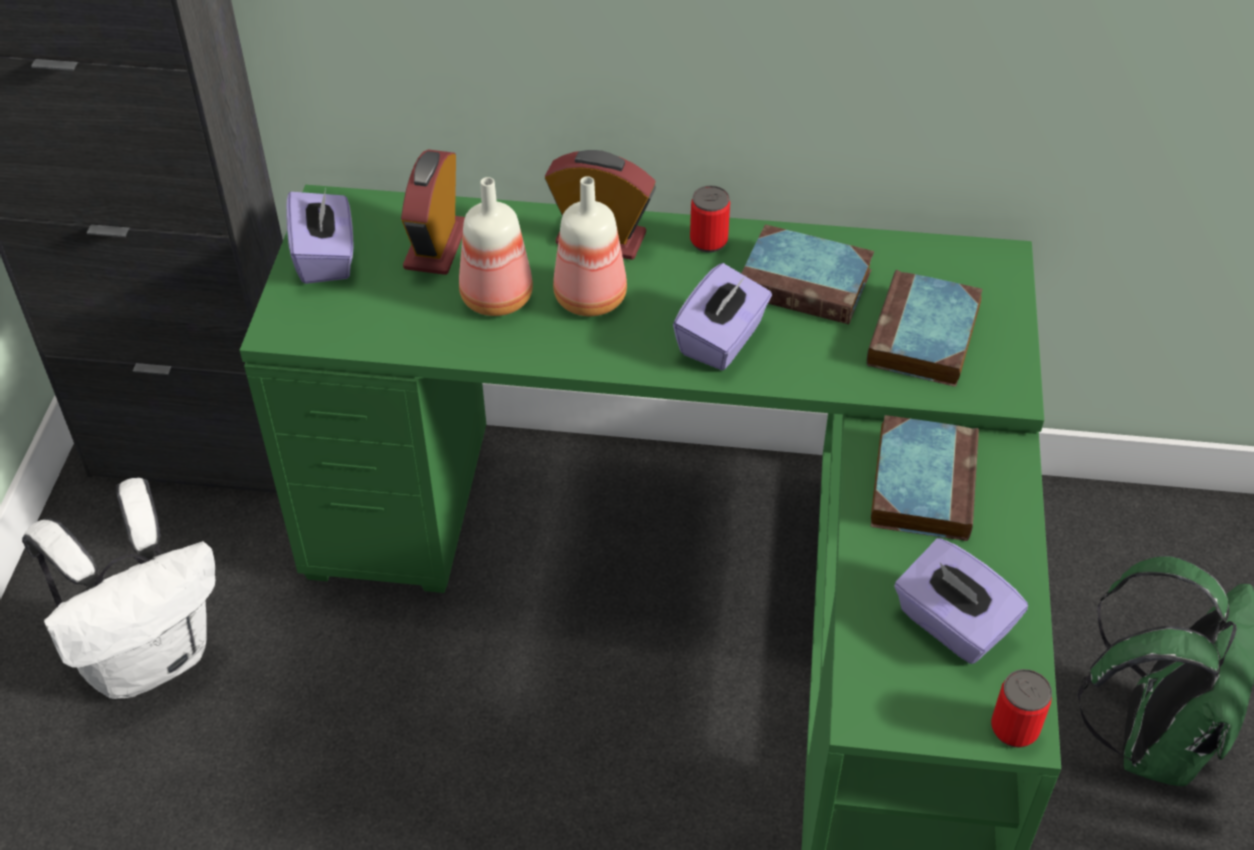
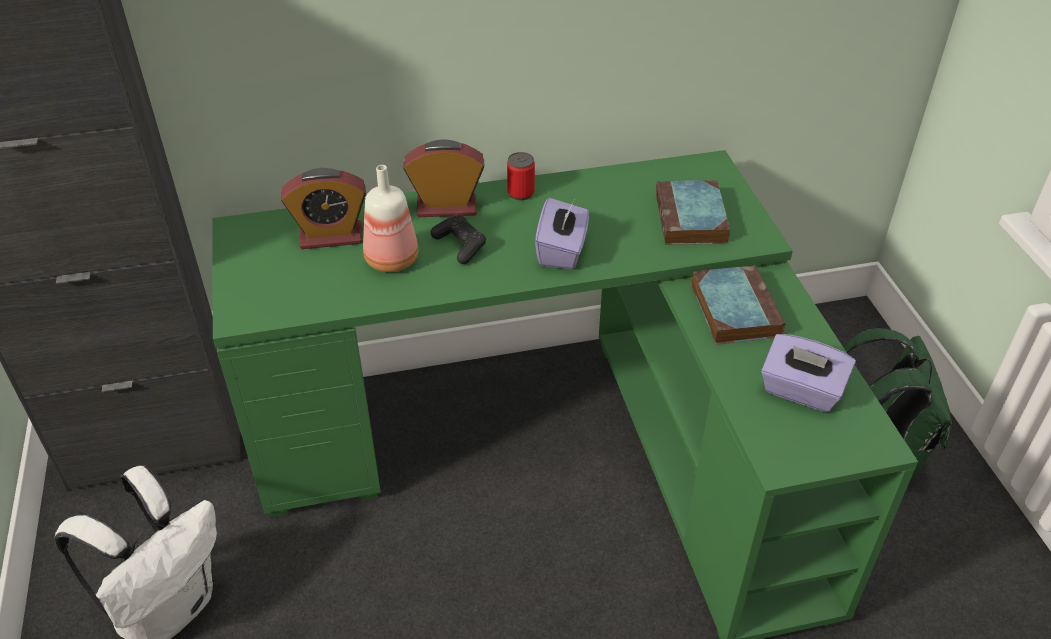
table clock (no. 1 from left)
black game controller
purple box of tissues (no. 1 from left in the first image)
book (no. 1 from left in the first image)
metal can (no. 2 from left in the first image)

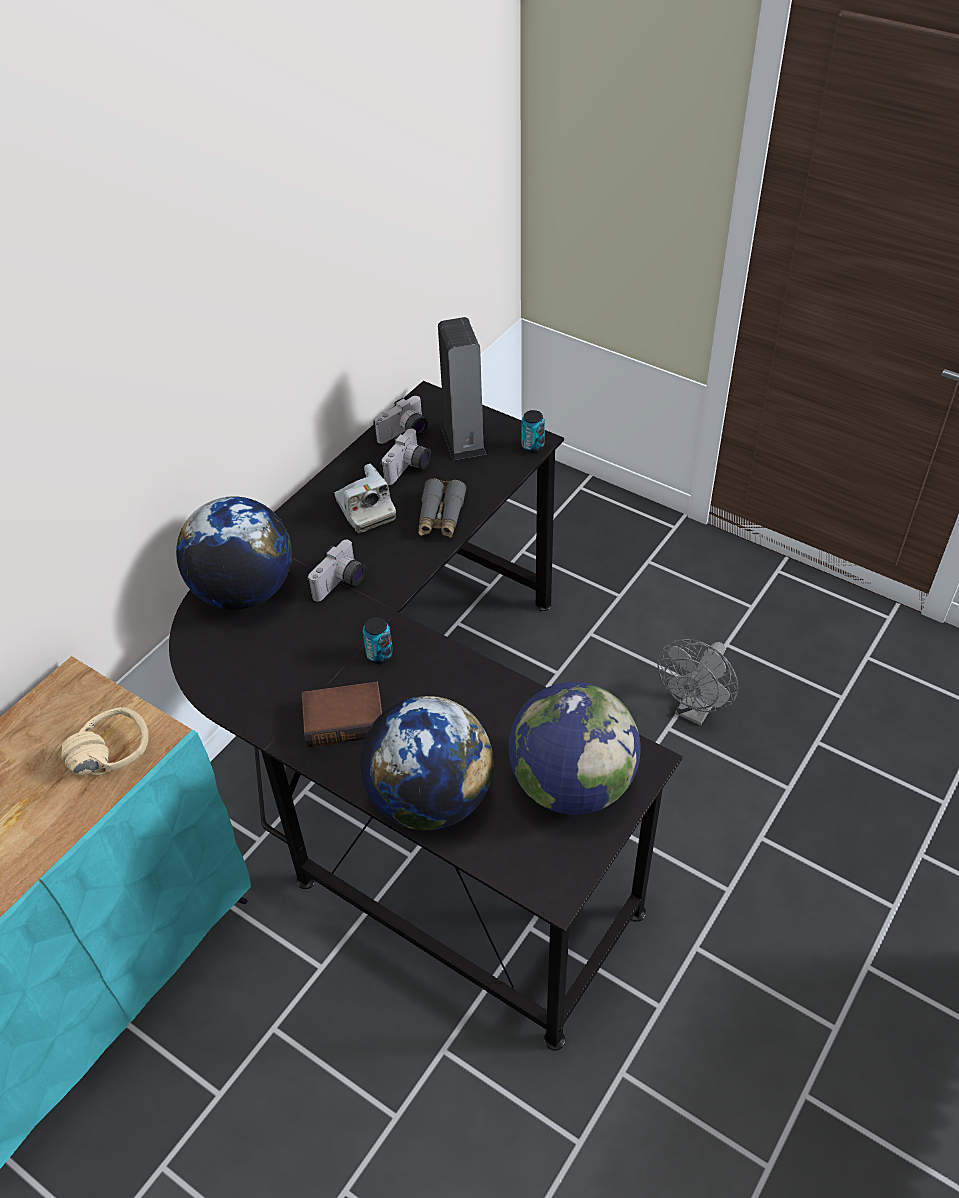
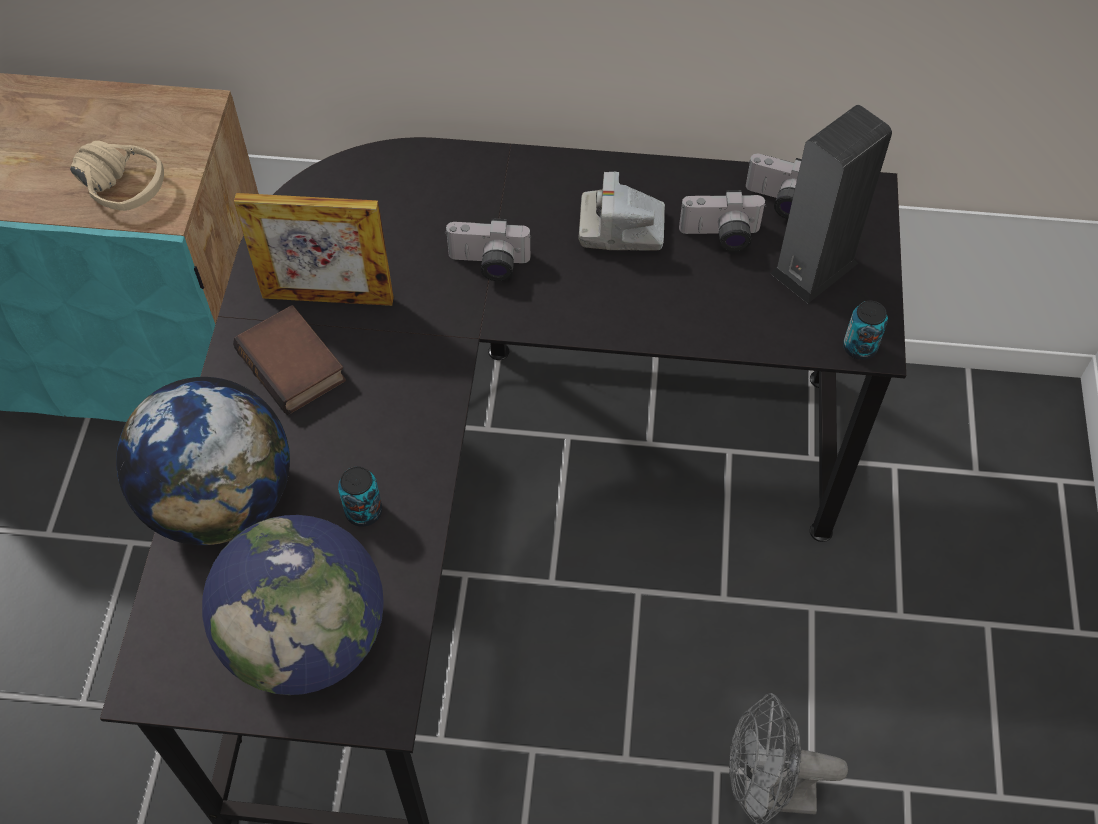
photo camera (no. 2 from left)
greyish binoculars
world globe (no. 1 from left in the first image)
metal can (no. 1 from left)
standing frame

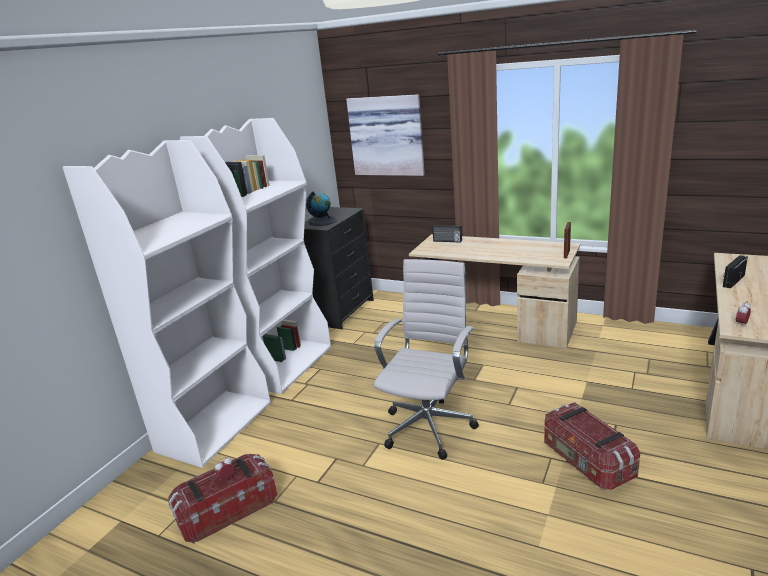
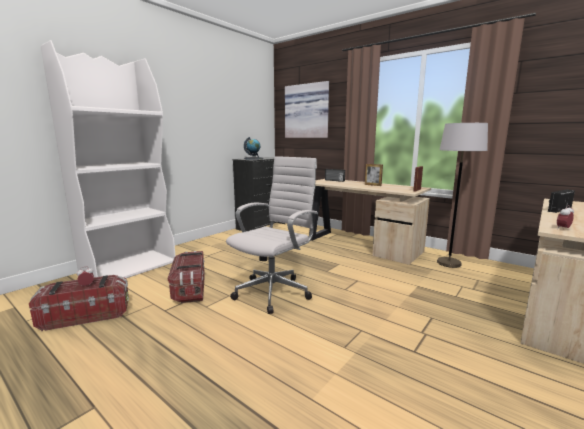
whitish shelving unit (no. 2 from left in the first image)
storage container (no. 2 from left)
greyish floor lamp
standing frame (no. 1 from left)

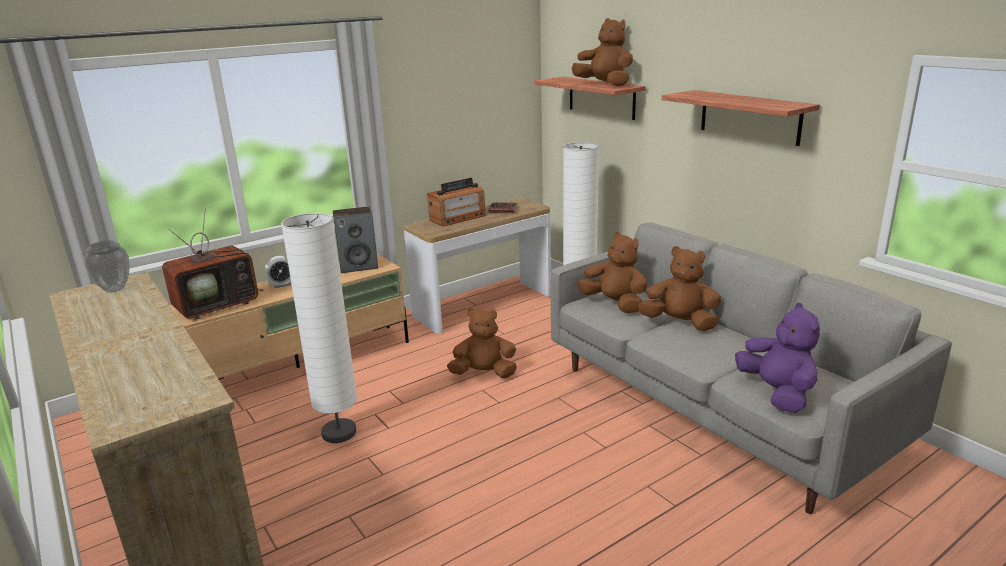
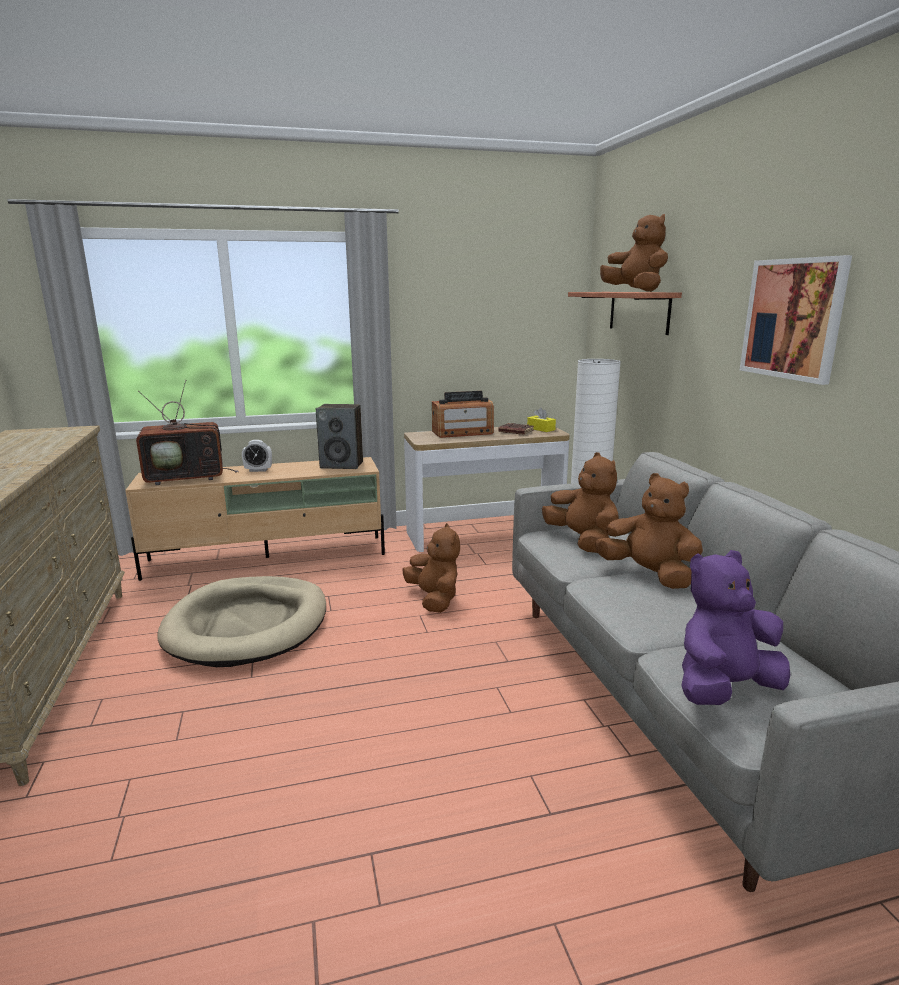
wall picture
sand-coloured dog bed
flower vase
purple soft toy
brown-coloured soft toy (no. 1 from left)
yellow box of tissues

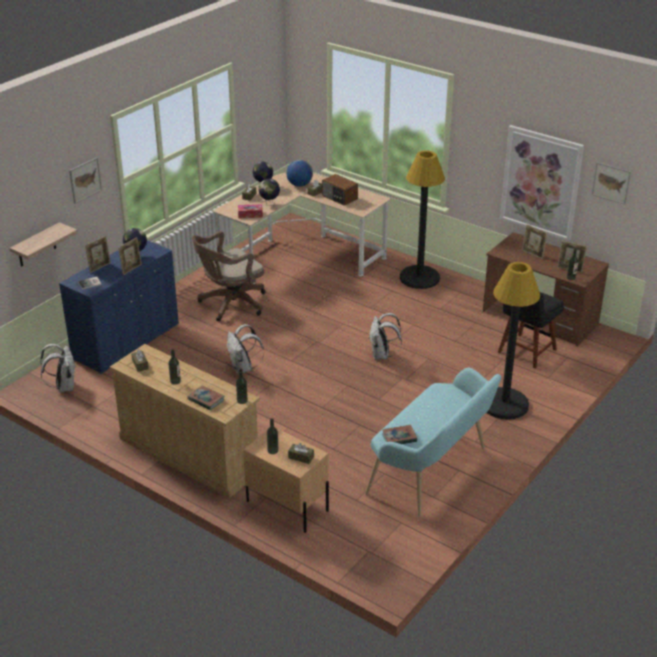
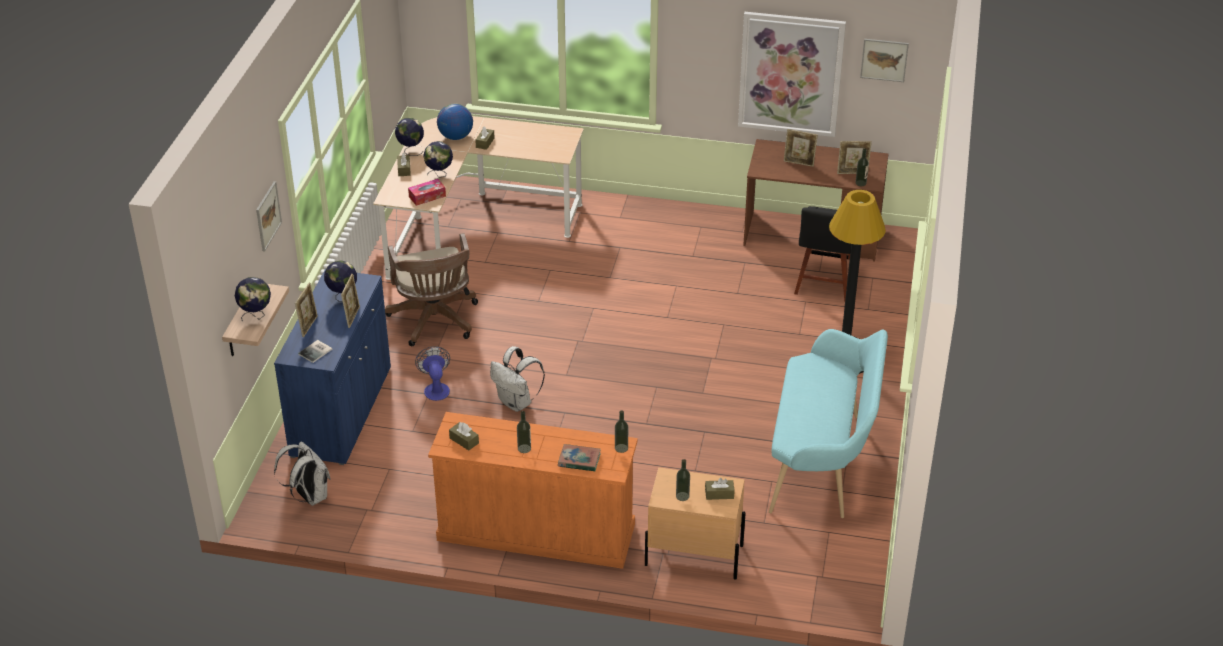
black floor lamp (no. 1 from left in the first image)
radio receiver
brown-coloured office chair
whitish rucksack (no. 3 from left in the first image)
orangey dresser
book (no. 3 from left in the first image)
world globe (no. 1 from left)
fan

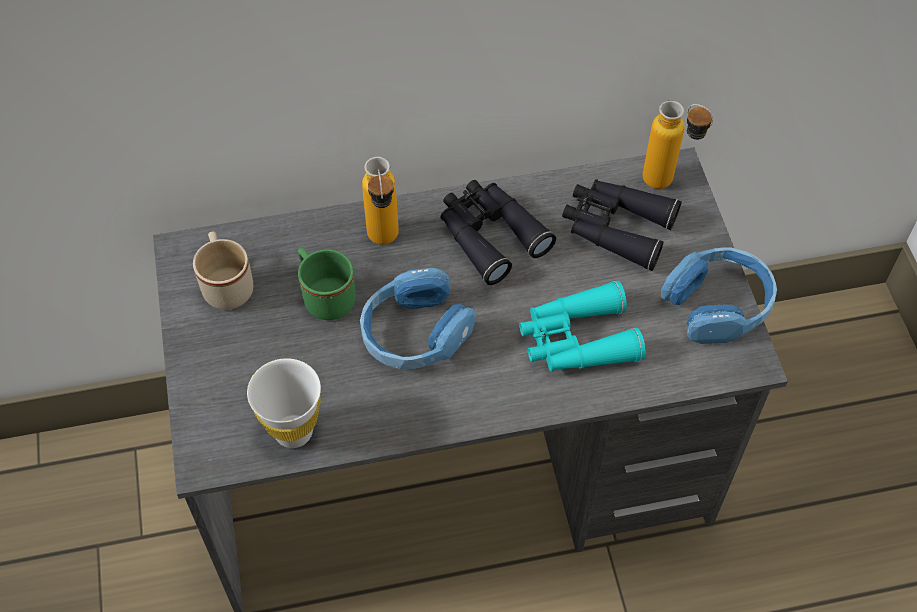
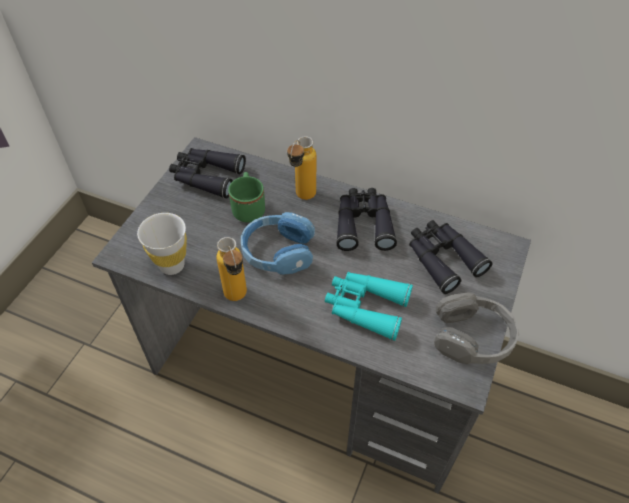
drink bottle (no. 1 from left)
black binoculars (no. 1 from left)
greyish pair of headphones

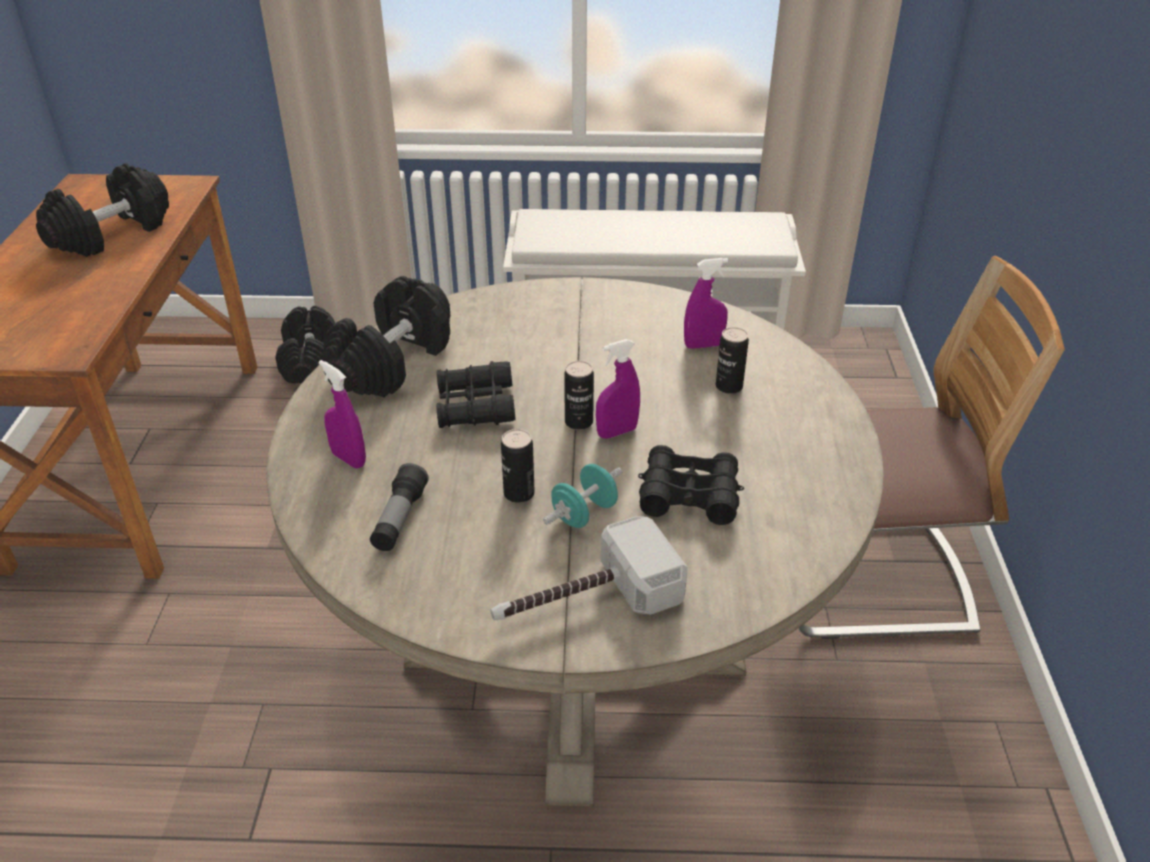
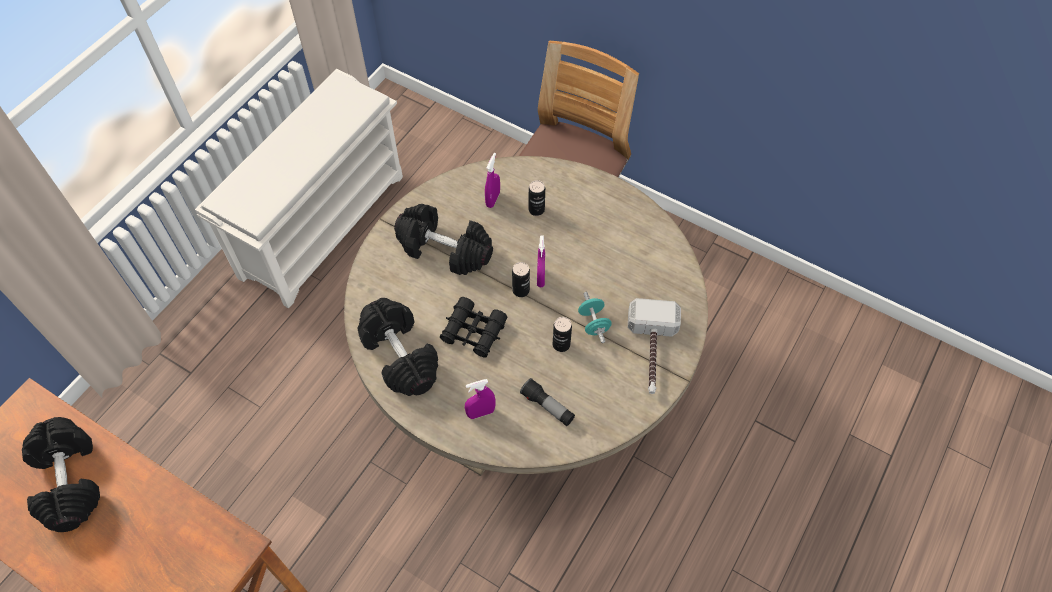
black dumbbell (no. 3 from left)
black binoculars (no. 2 from left in the first image)

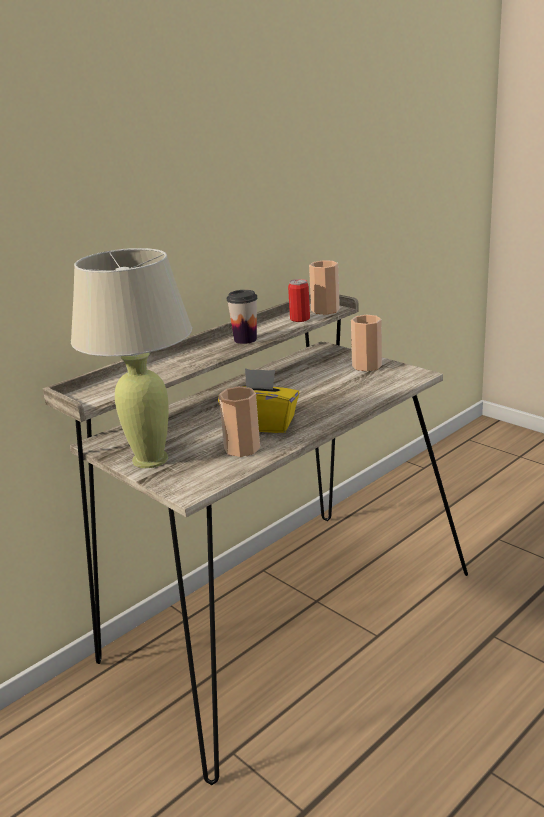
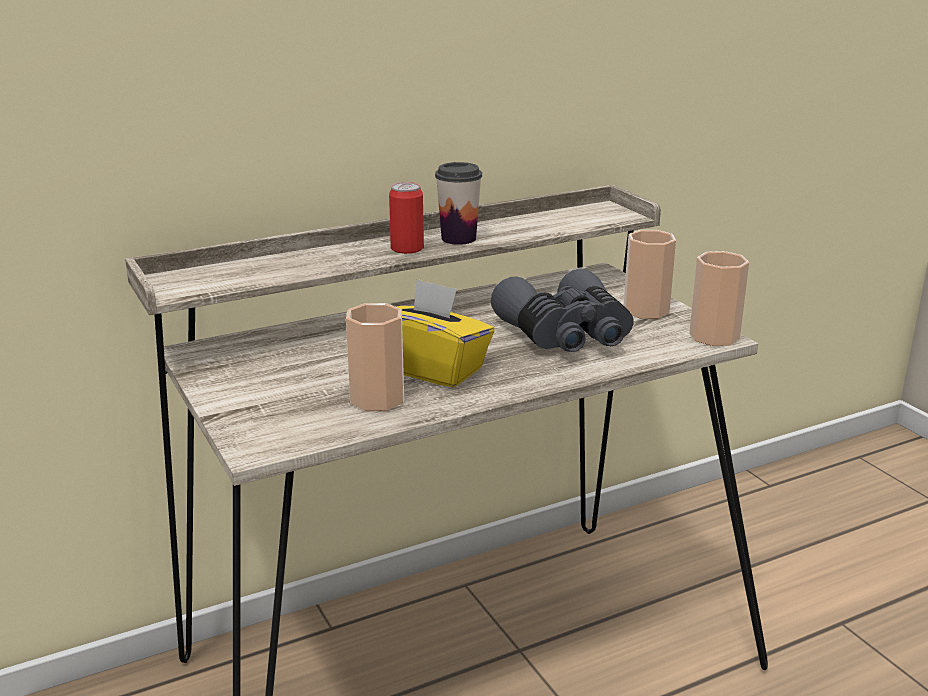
sand-coloured tabletop lamp
cup (no. 4 from left)
metal can
greyish binoculars

